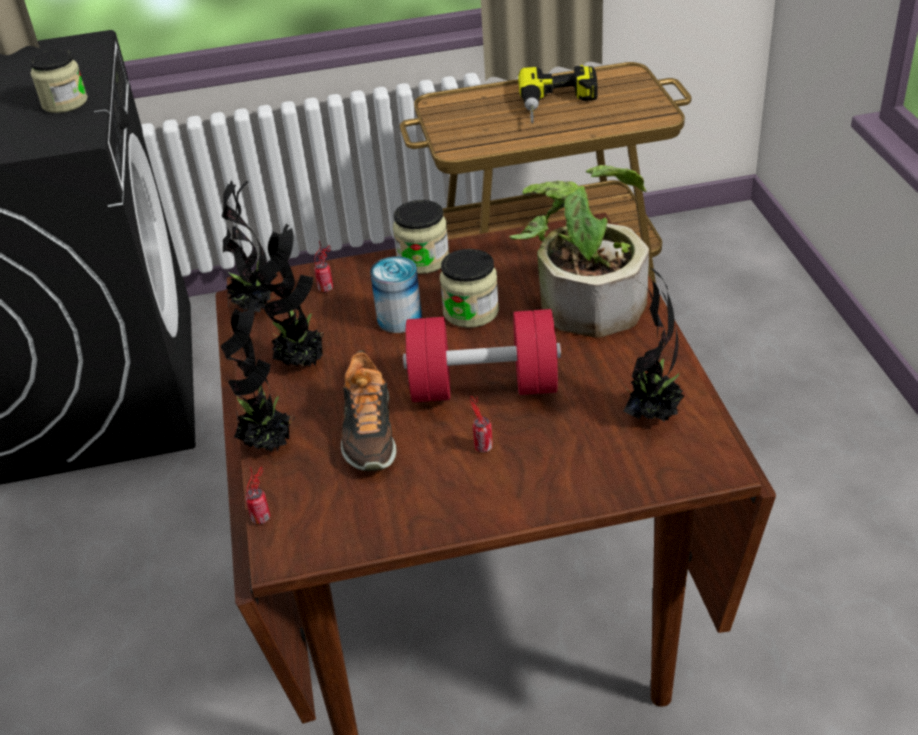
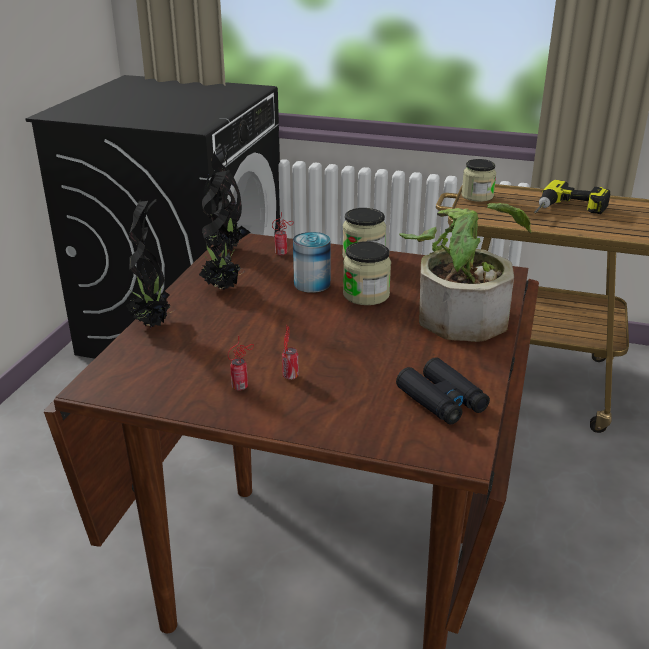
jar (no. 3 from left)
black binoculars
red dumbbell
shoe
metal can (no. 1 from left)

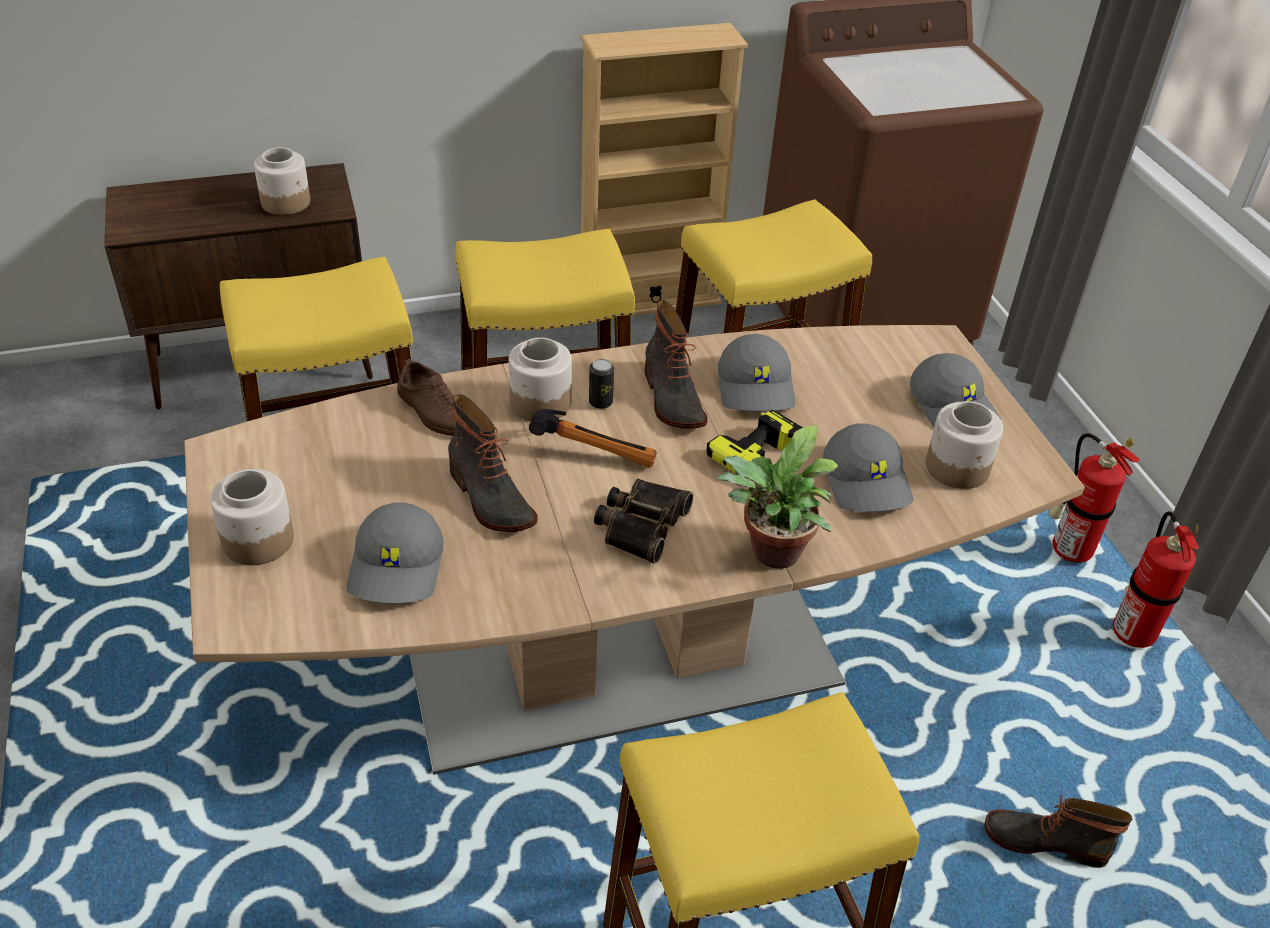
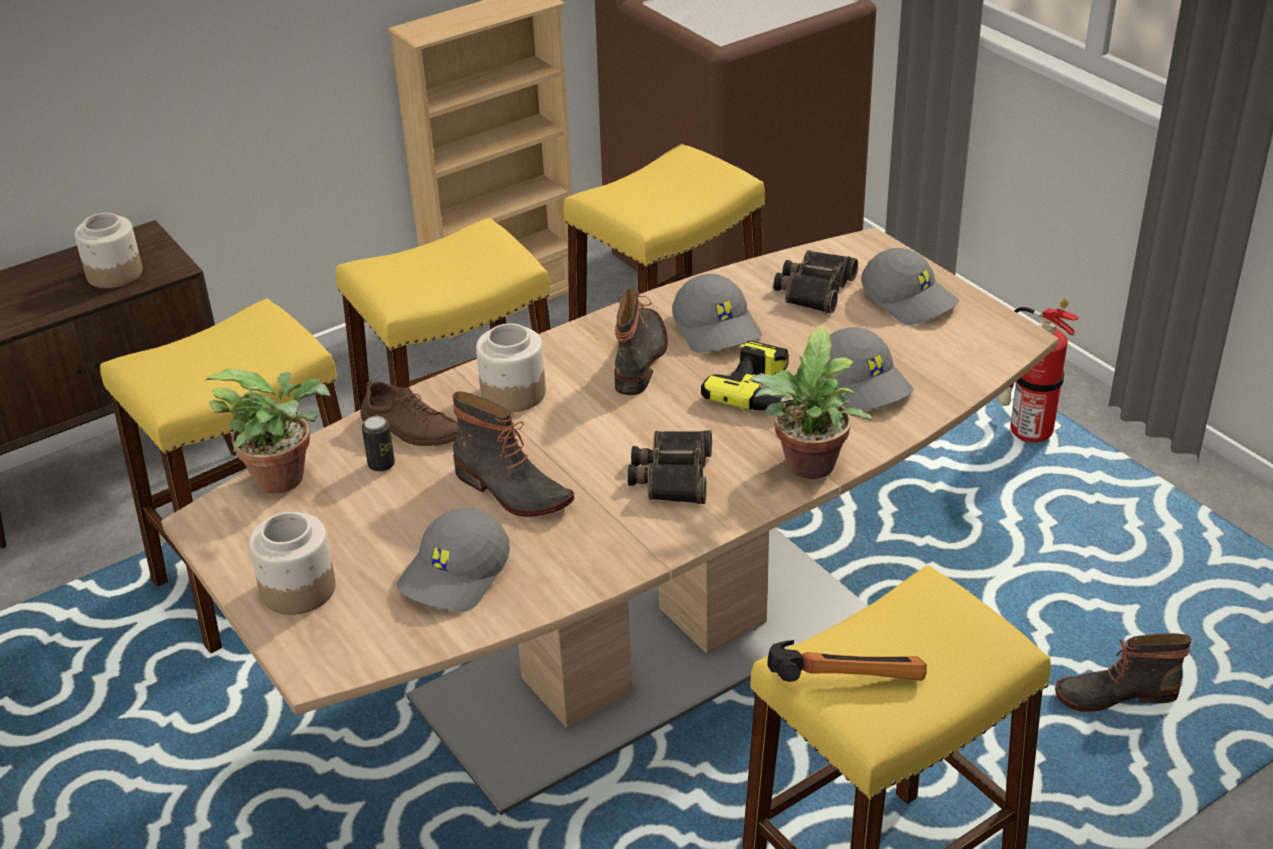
tall boot (no. 2 from left)
metal can
jar (no. 4 from left in the first image)
hand hammer
greyish cap (no. 1 from left)
fire-fighting cylinder (no. 2 from left in the first image)
binoculars (no. 2 from left)
plant in a pot (no. 1 from left)

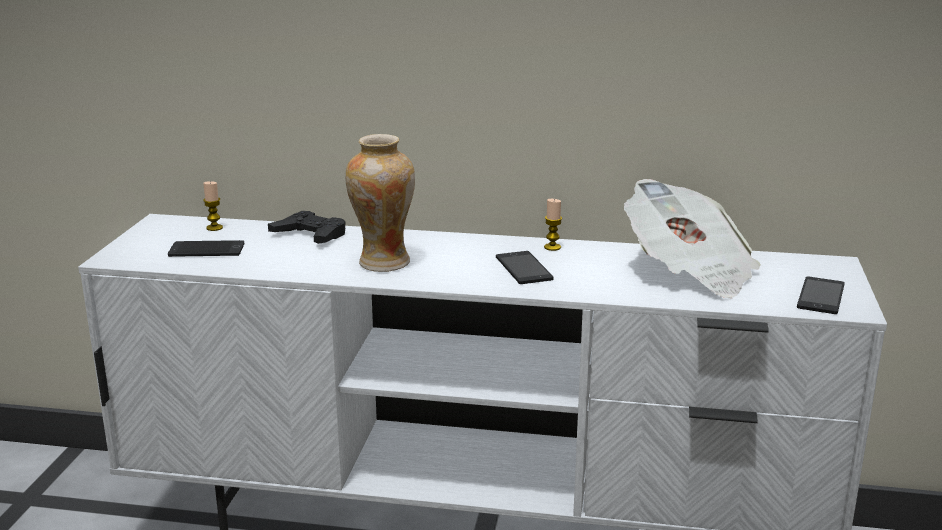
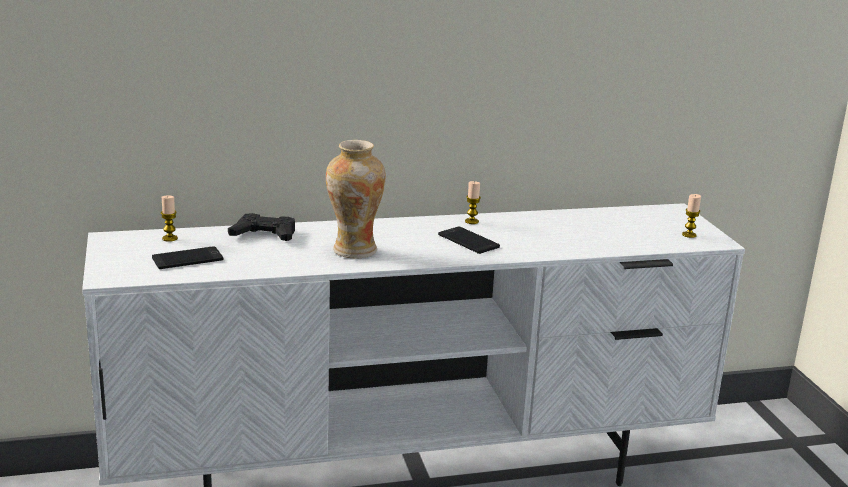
newspaper
wax candle (no. 3 from left)

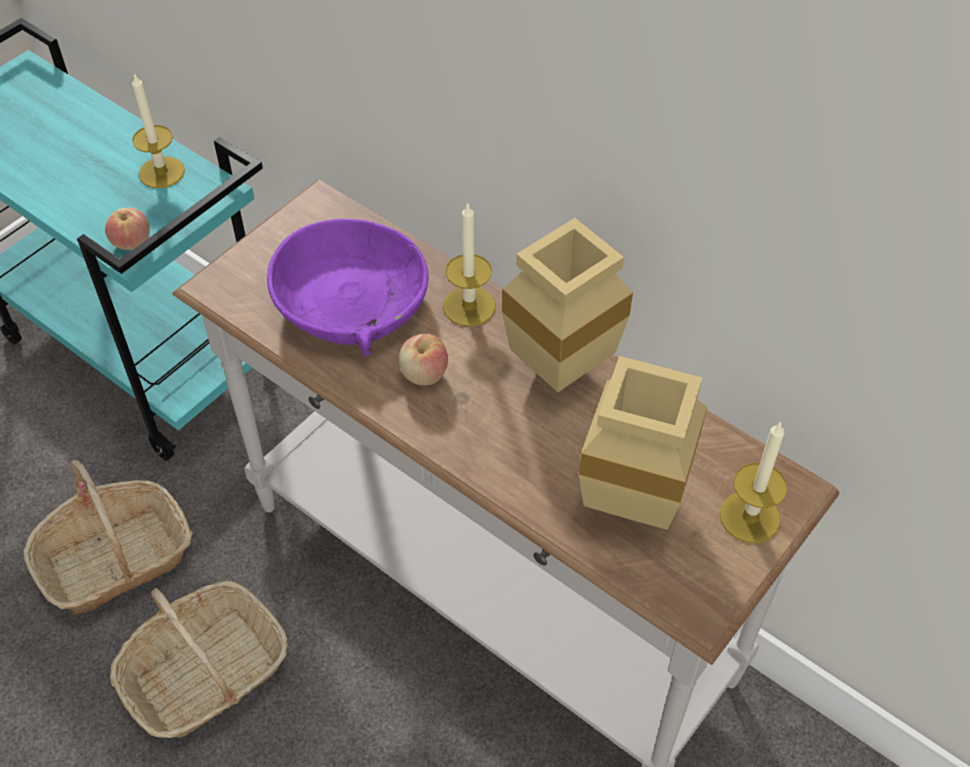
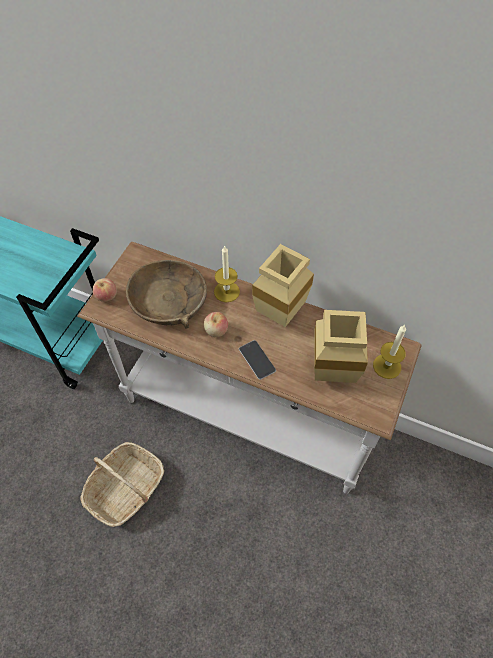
wax candle (no. 1 from left in the first image)
whole apple (no. 1 from left)
brown-coloured deep dish
basket (no. 1 from left in the first image)
handset

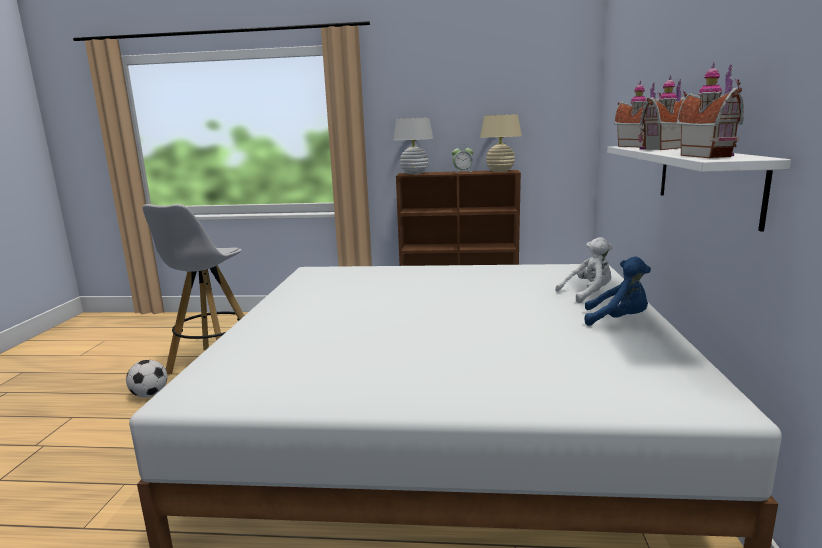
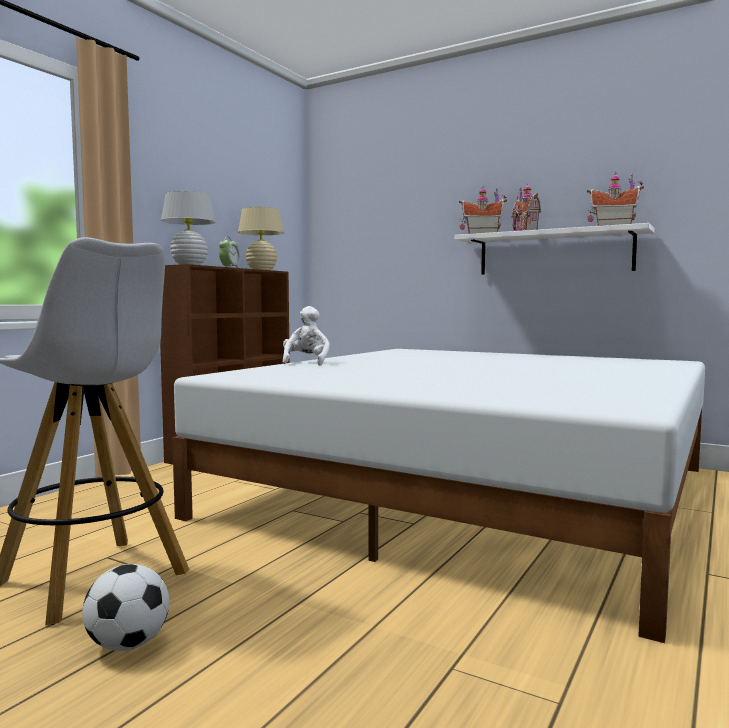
whitish soft toy
bluish soft toy

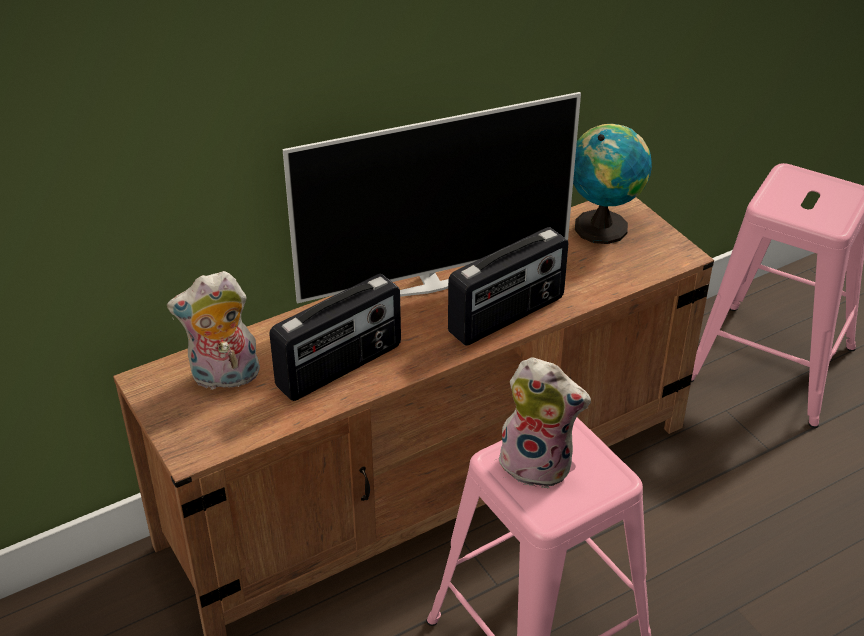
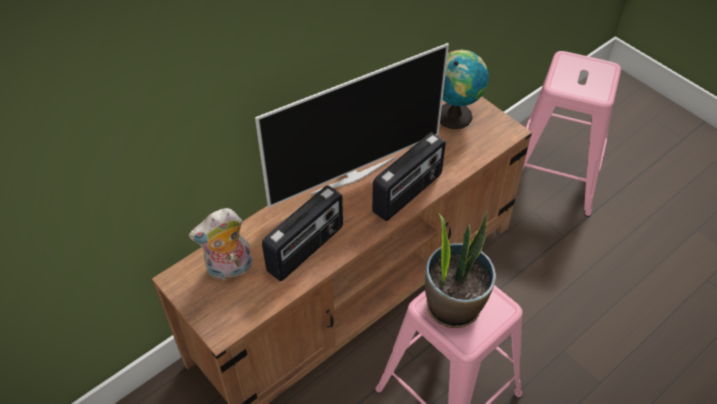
plant in a pot

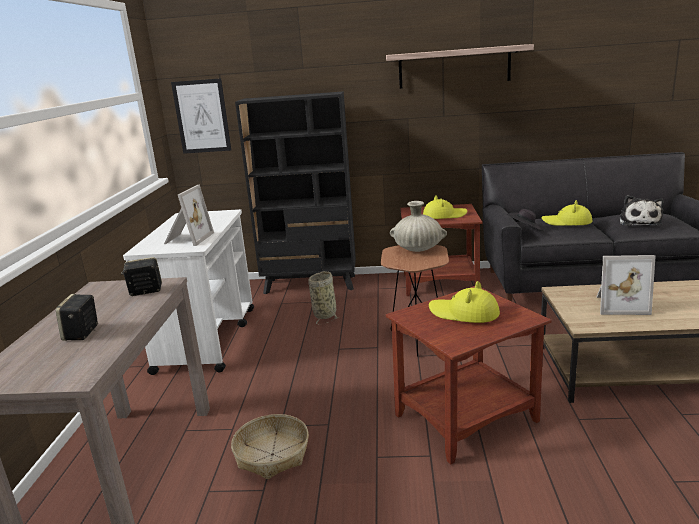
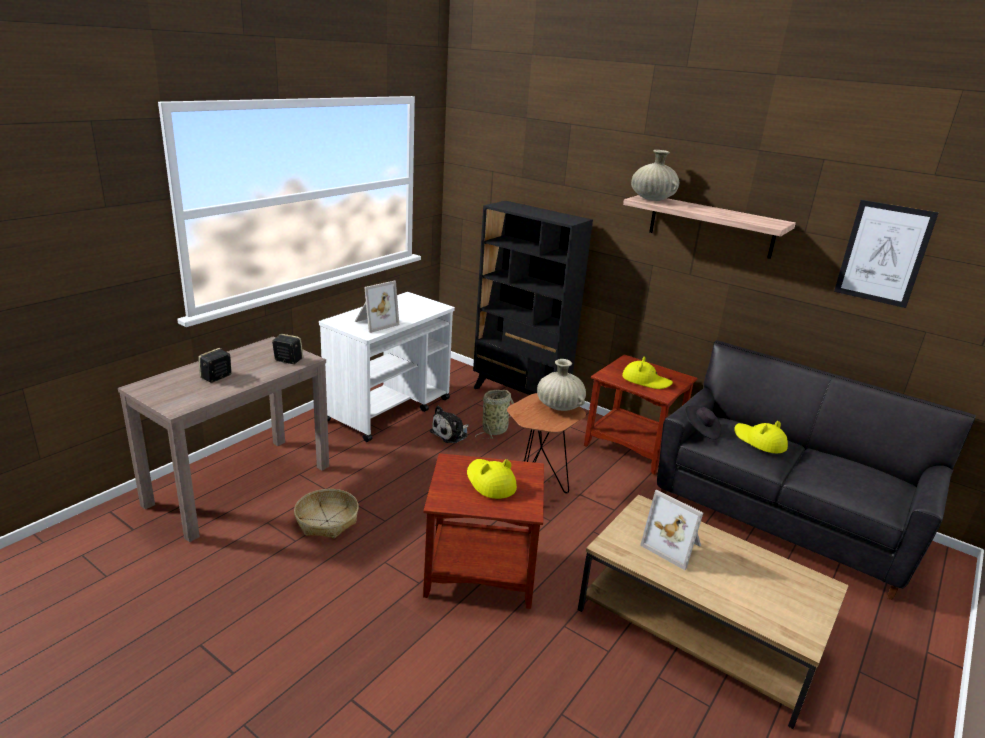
wall picture
soft toy
sand-coloured flower vase (no. 2 from left)

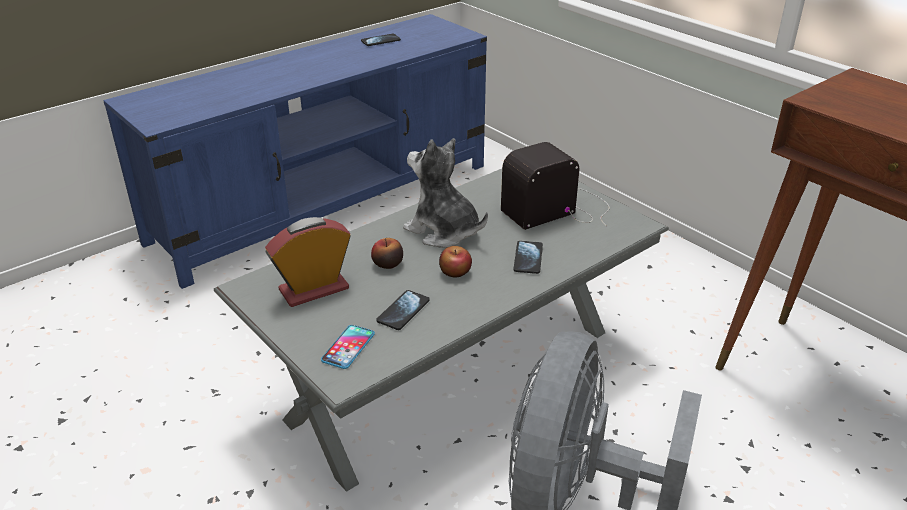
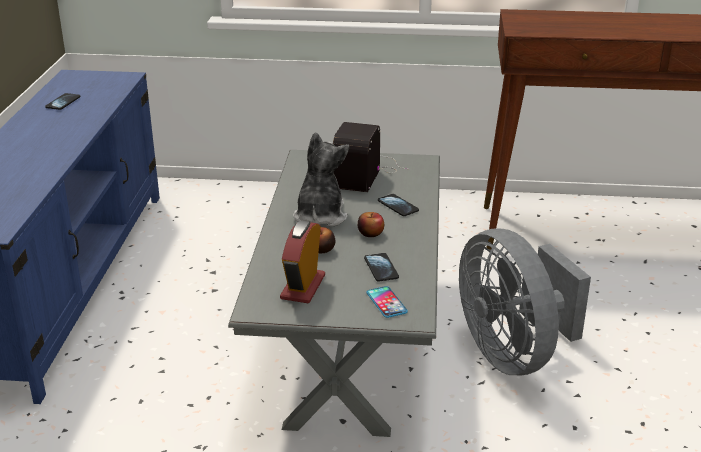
soft toy

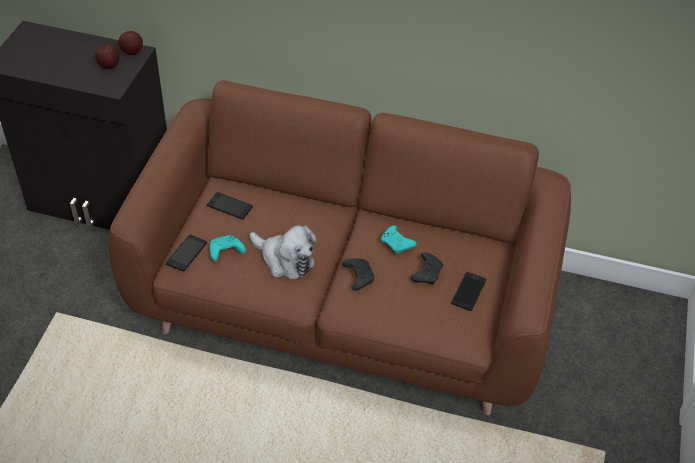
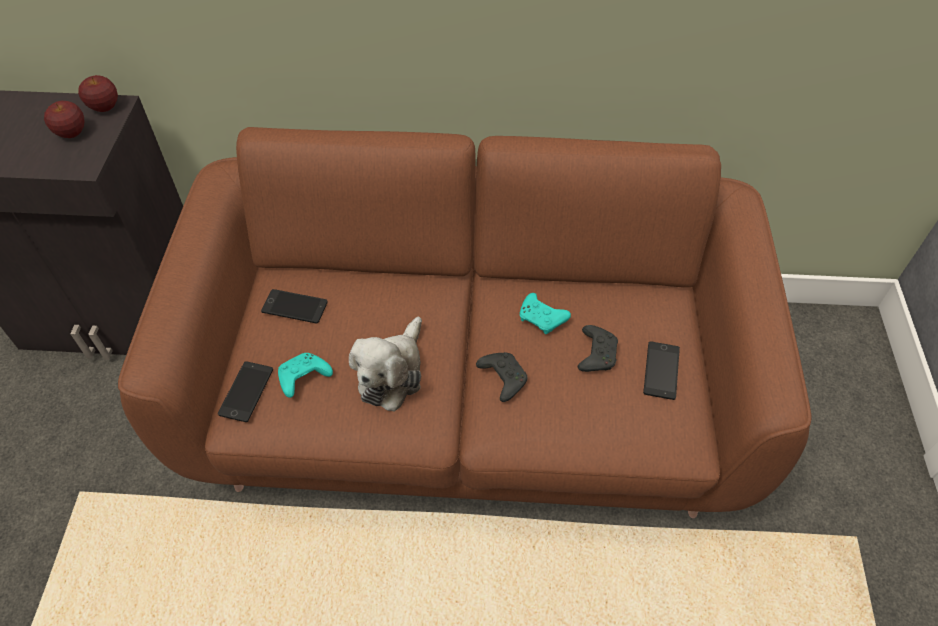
soft toy

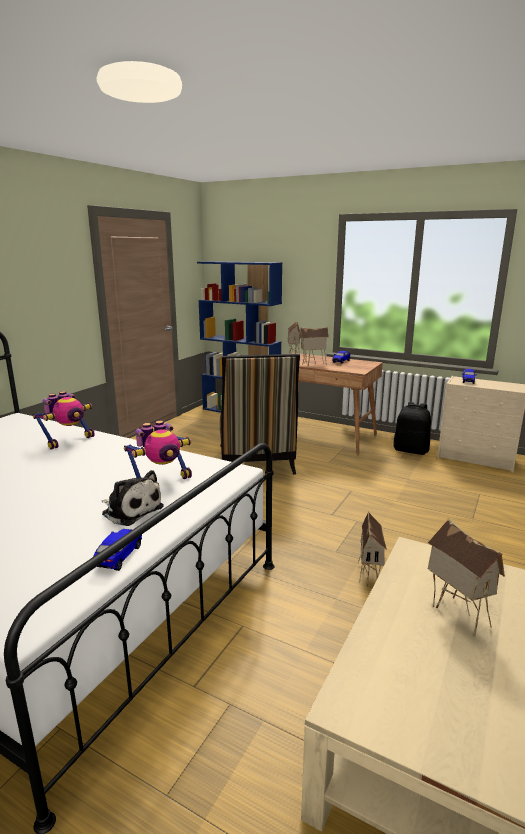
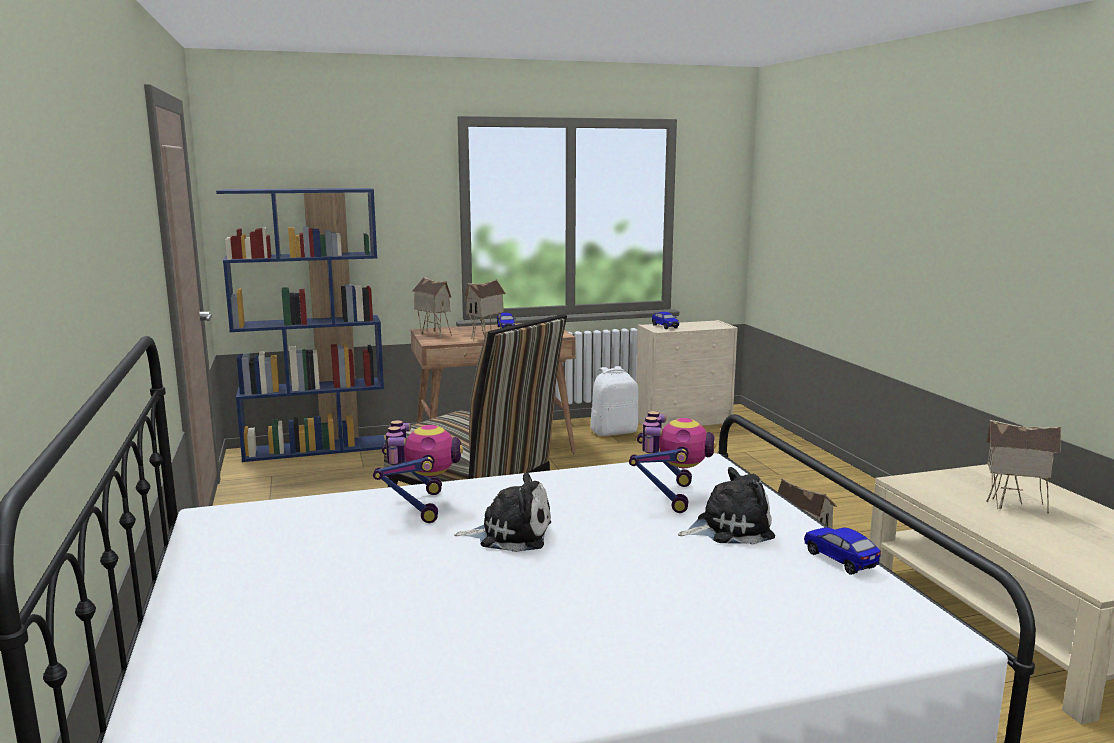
whitish rucksack
soft toy (no. 1 from left)

